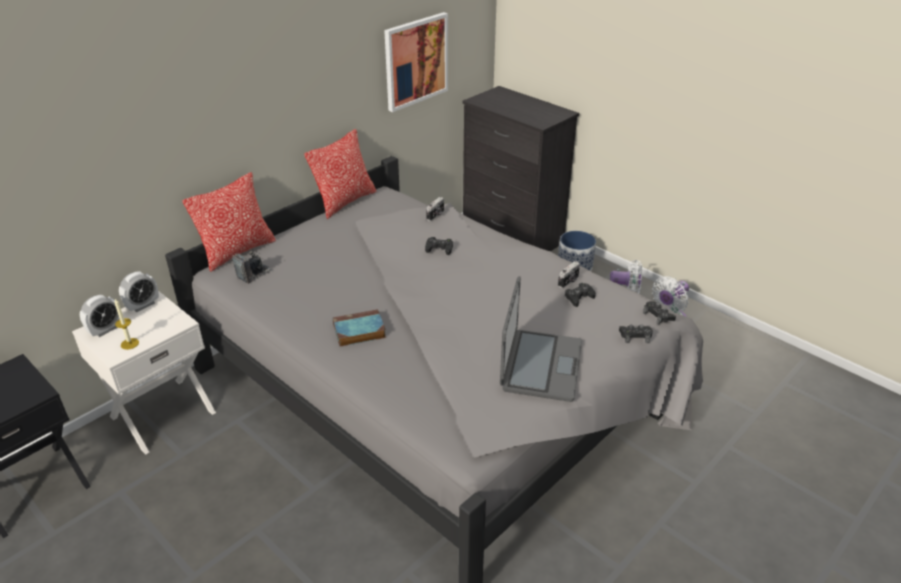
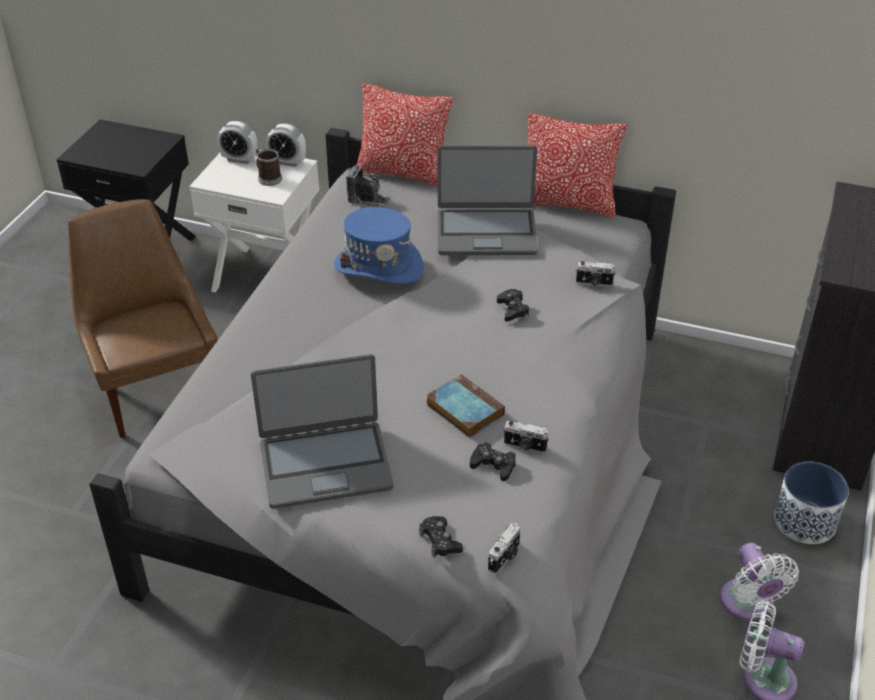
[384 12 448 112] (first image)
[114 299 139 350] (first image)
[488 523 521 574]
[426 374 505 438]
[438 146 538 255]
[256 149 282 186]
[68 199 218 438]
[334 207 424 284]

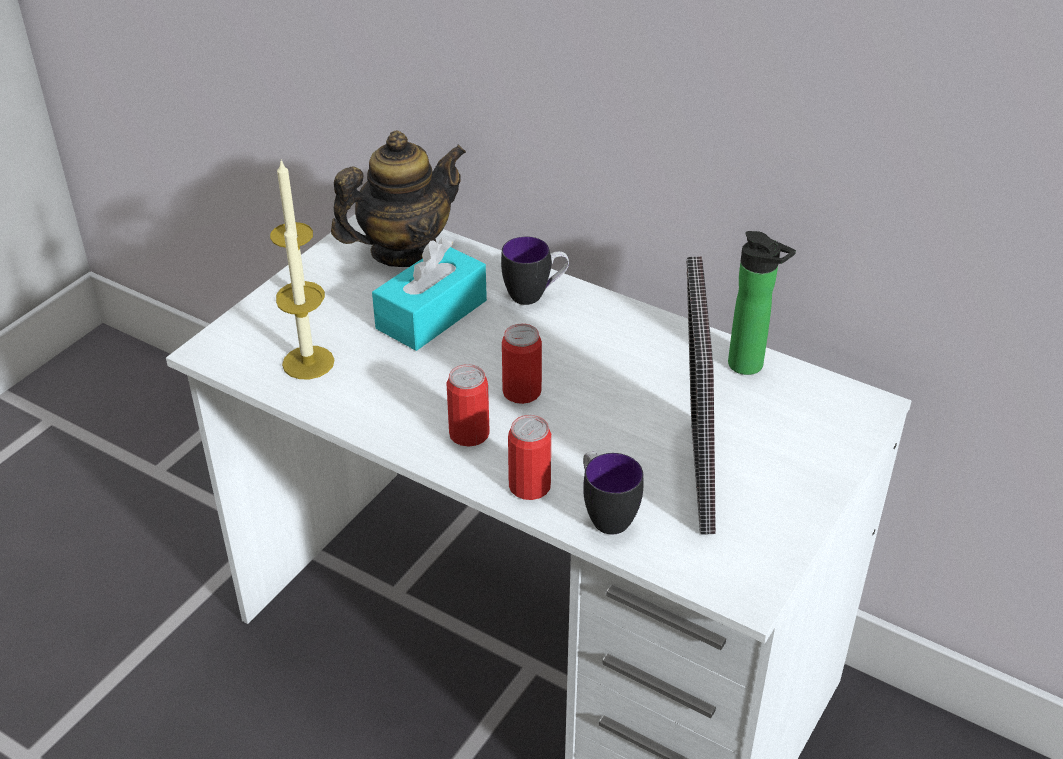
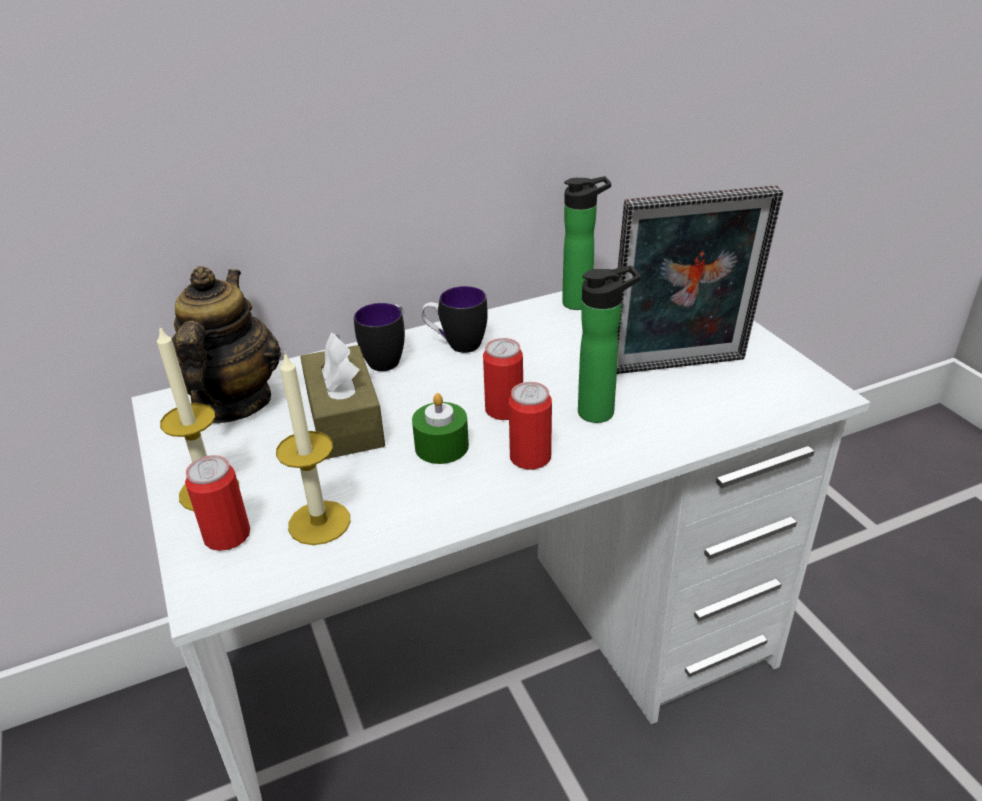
[300 333 385 459]
[617 185 783 374]
[185 455 250 551]
[421 286 488 353]
[578 265 640 423]
[412 393 469 464]

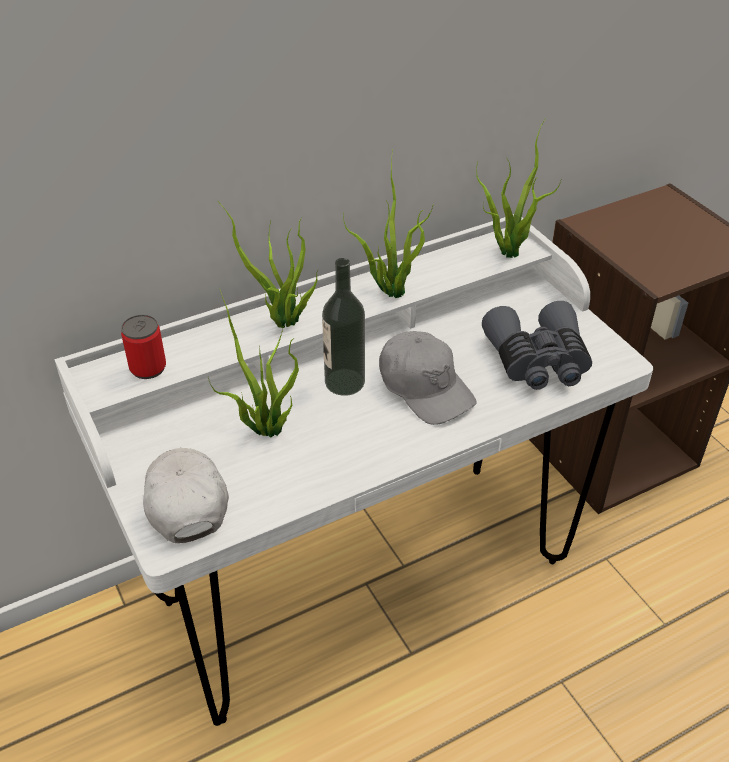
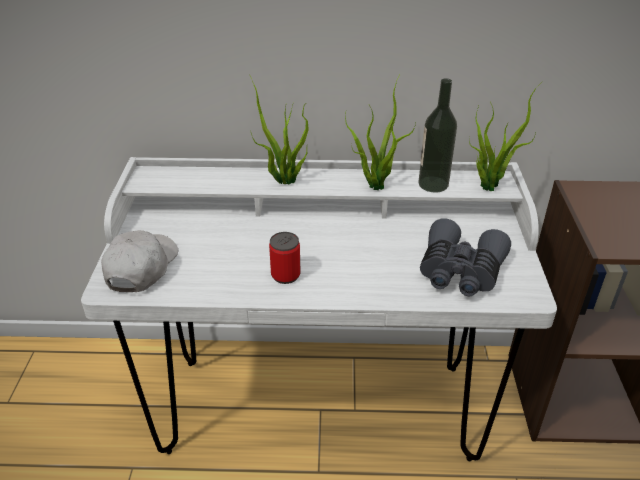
[418 78 457 192]
[208 290 299 438] (first image)
[269 232 301 284]
[379 331 476 425] (first image)

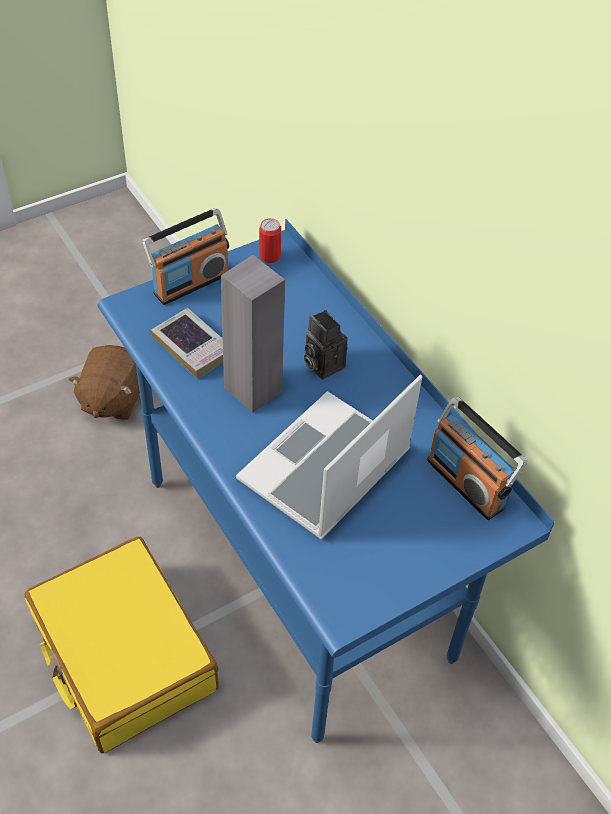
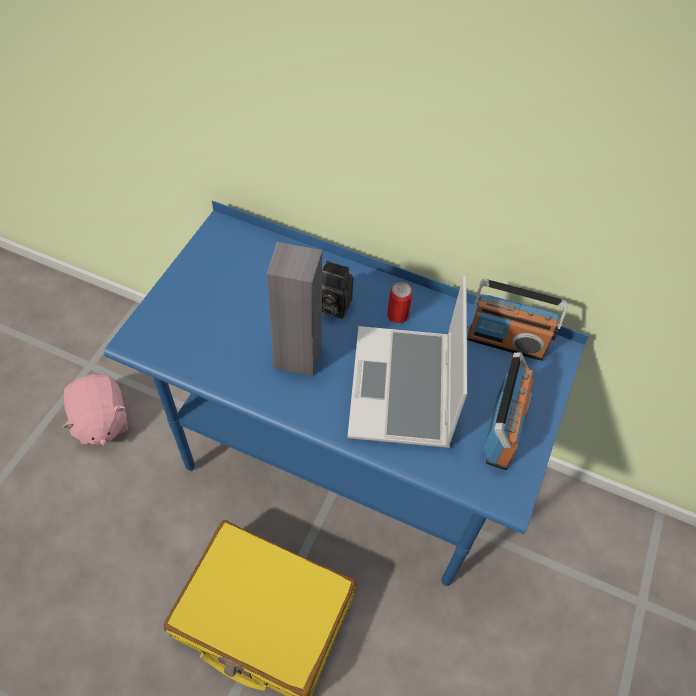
[483 352 534 470]
[387 282 412 323]
[151 308 223 379] (first image)
[63 374 128 445]

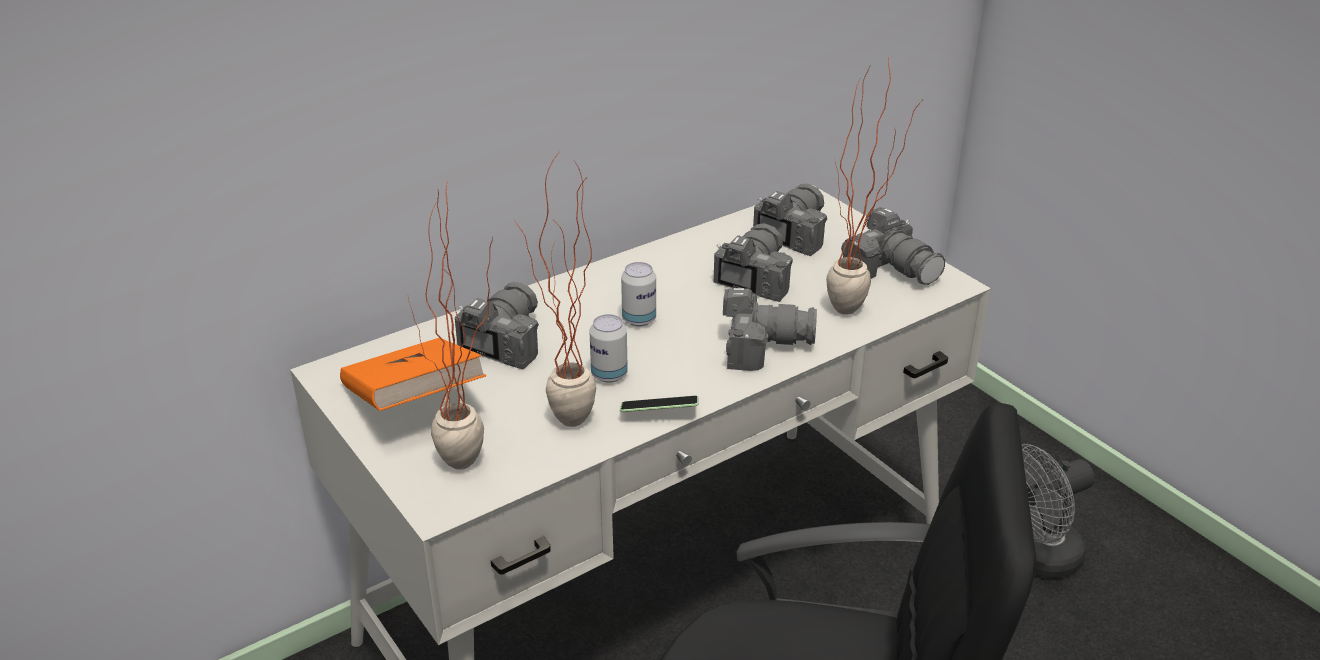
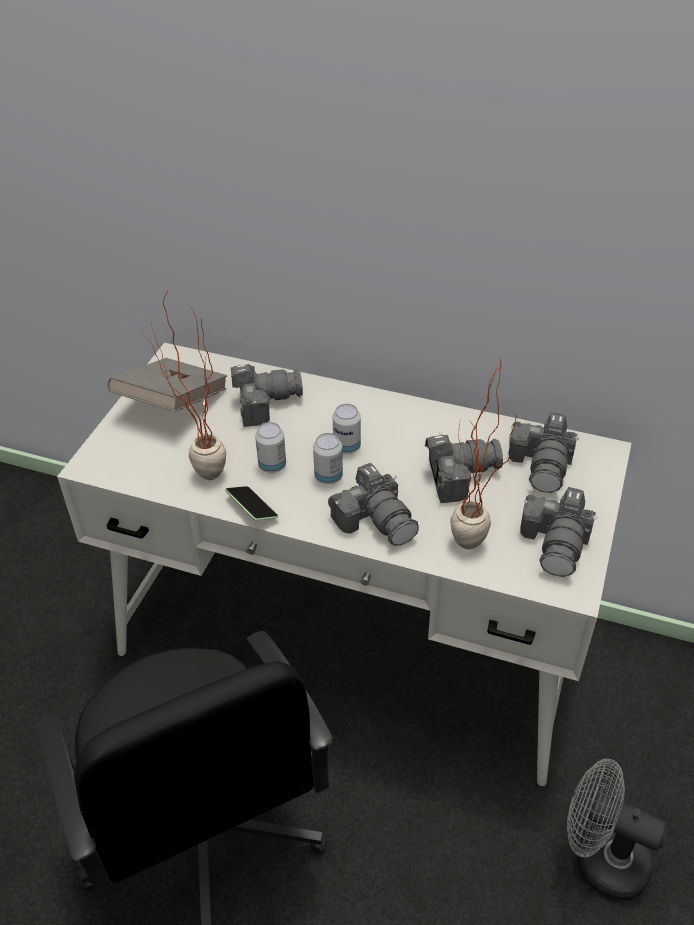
[408 180 493 470] (first image)
[509 412 579 493]
[108 358 228 412]
[313 433 343 484]

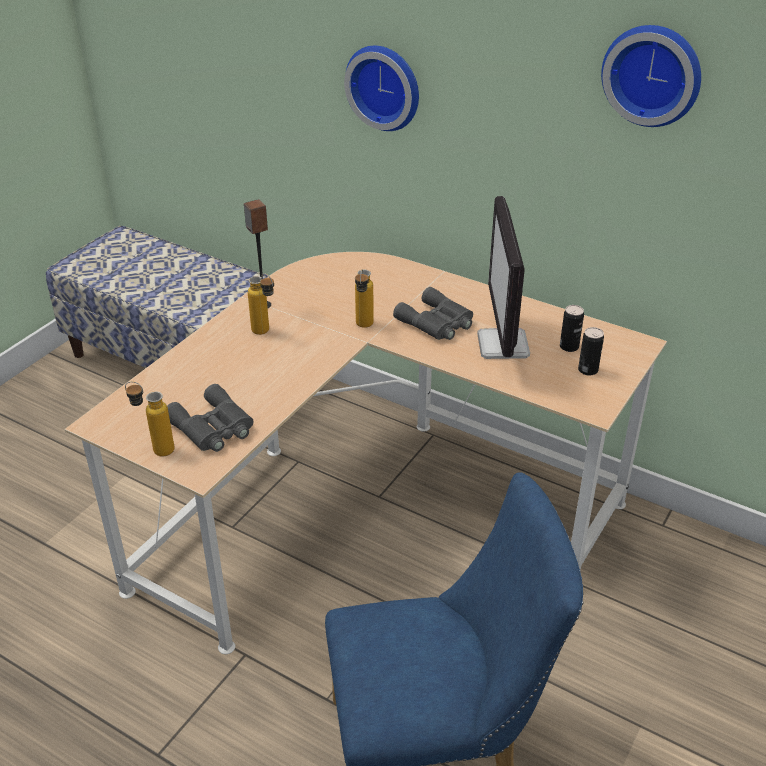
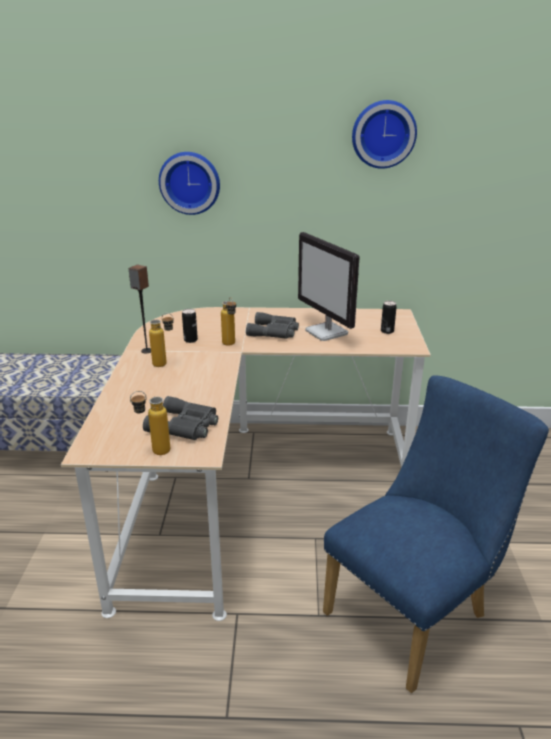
[182 309 198 343]

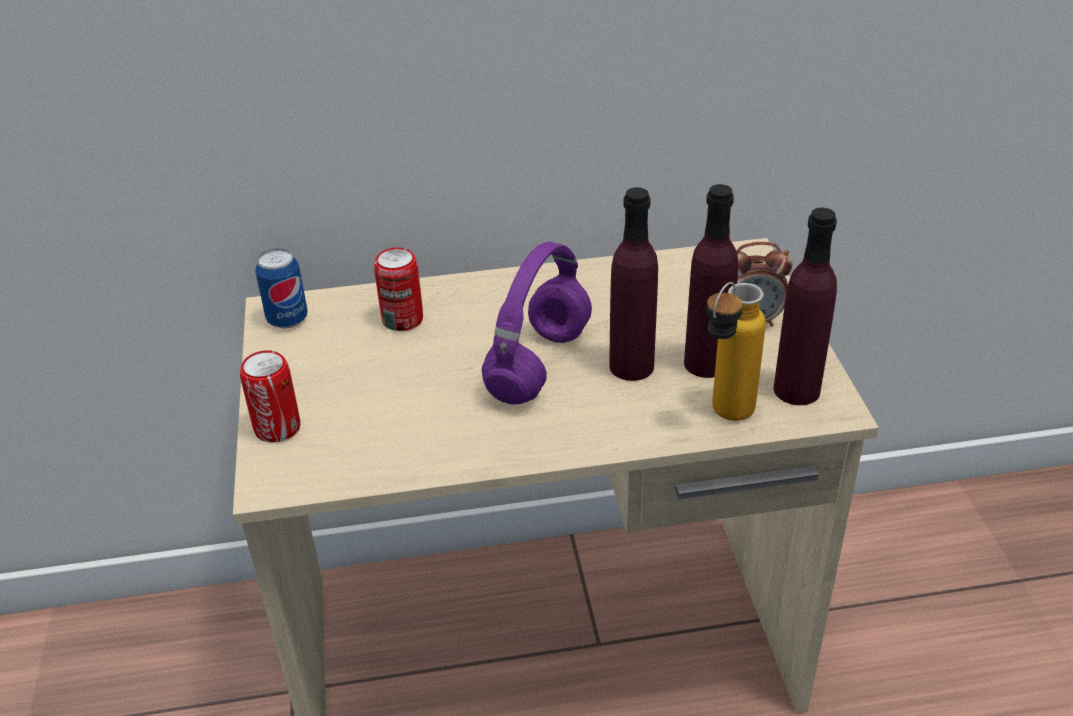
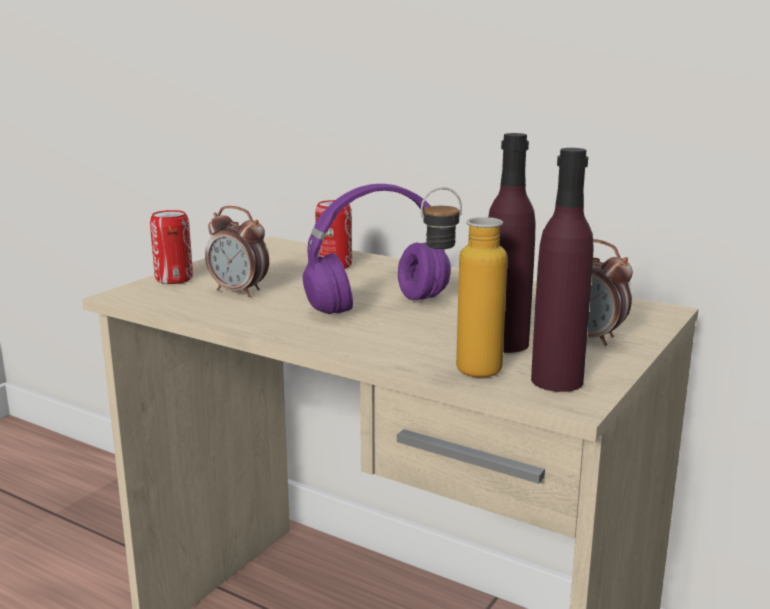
[609 187 658 381] (first image)
[255 248 308 329] (first image)
[205 206 269 297]

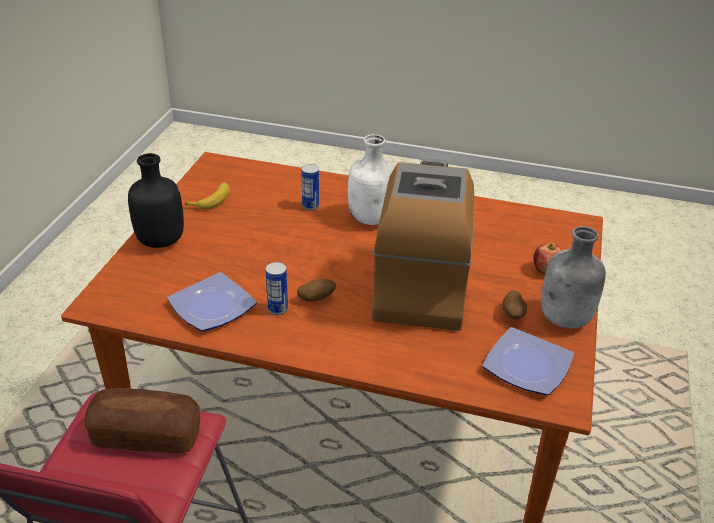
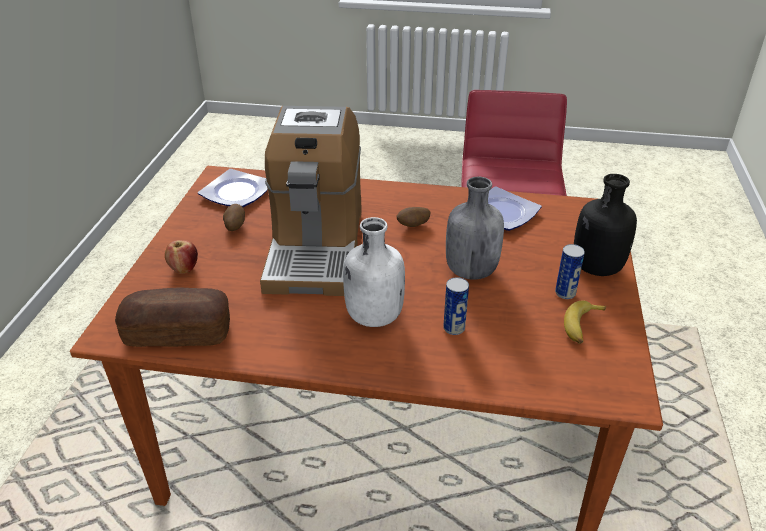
[446 177 504 280]
[555 244 585 299]
[115 288 230 347]

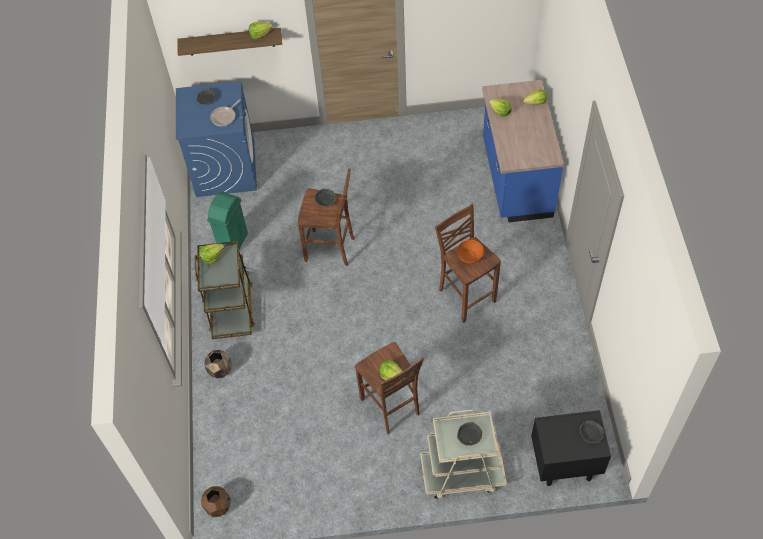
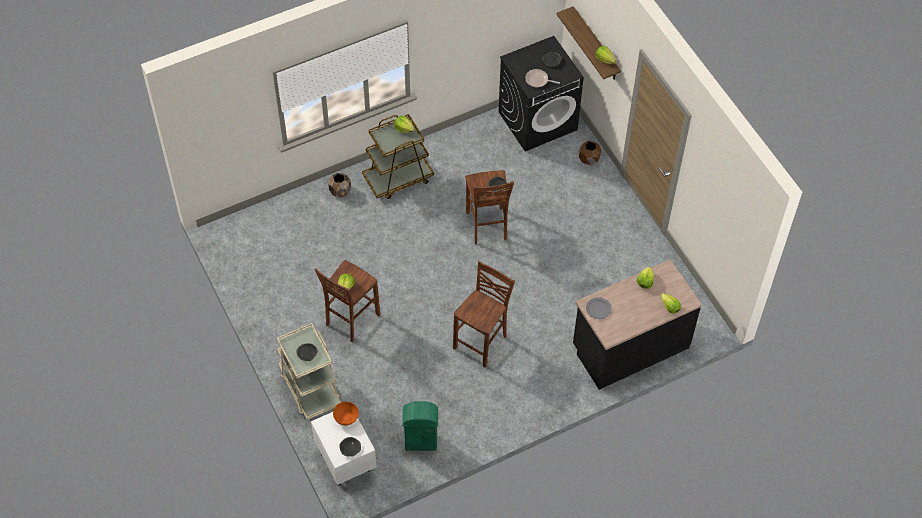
[573 259 702 390]
[498 36 584 151]
[402 401 438 451]
[333 402 359 425]
[311 412 376 485]
[579 141 601 165]
[586 297 612 319]

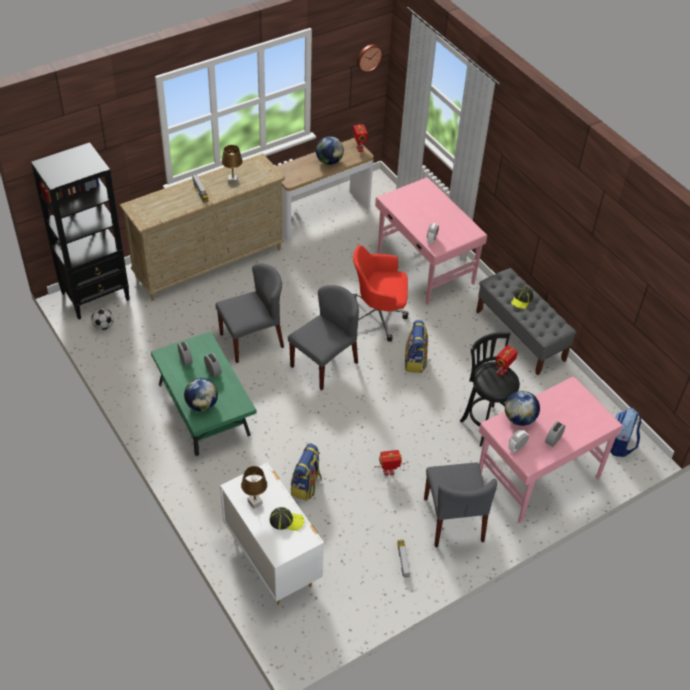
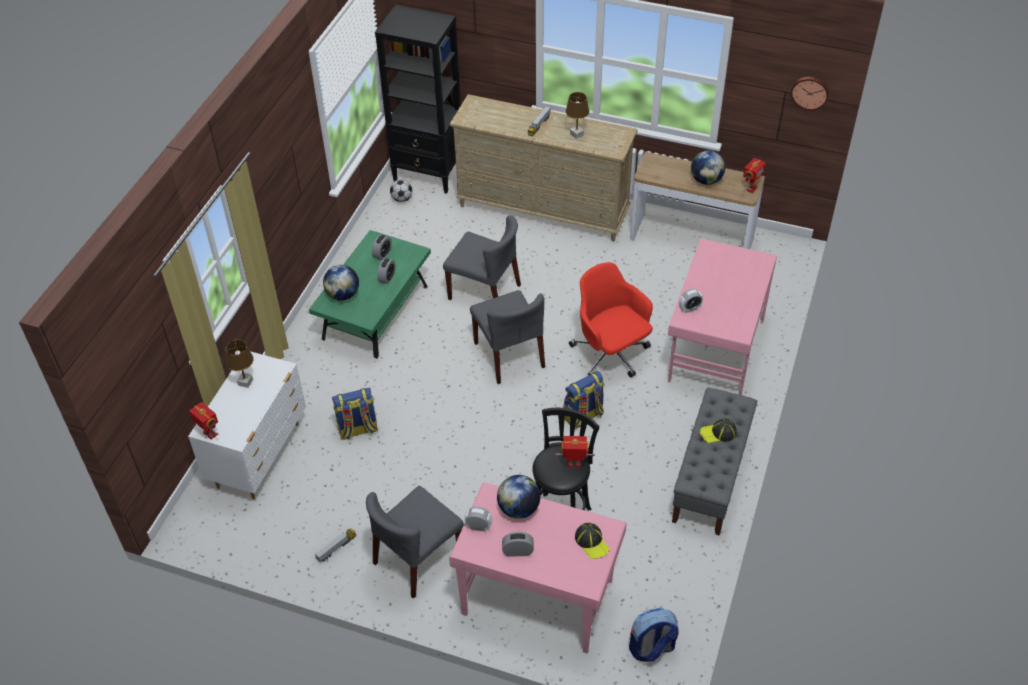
[470 290 545 384]
[189 402 218 439]
[575 523 609 559]

